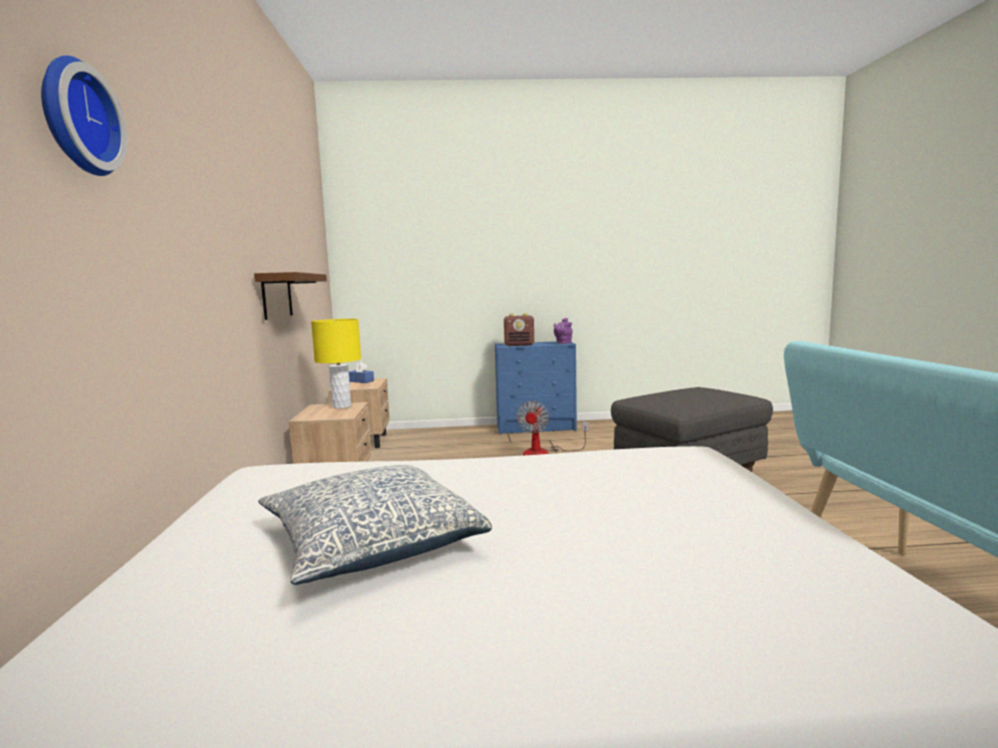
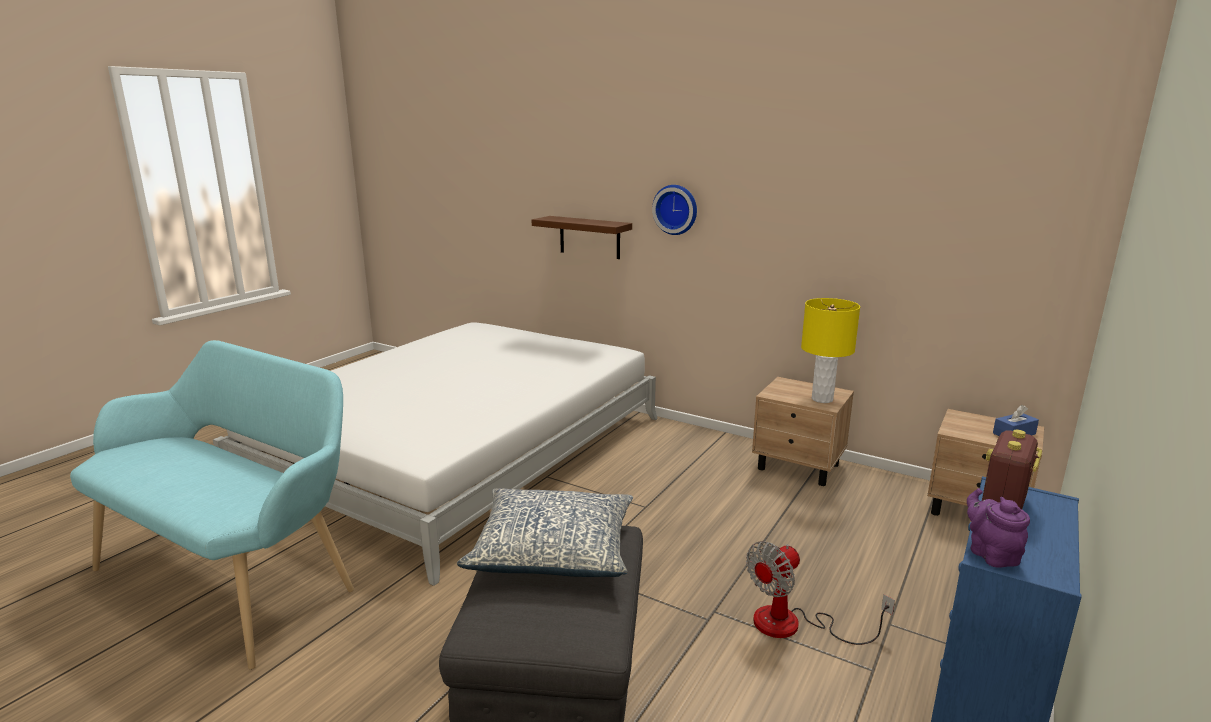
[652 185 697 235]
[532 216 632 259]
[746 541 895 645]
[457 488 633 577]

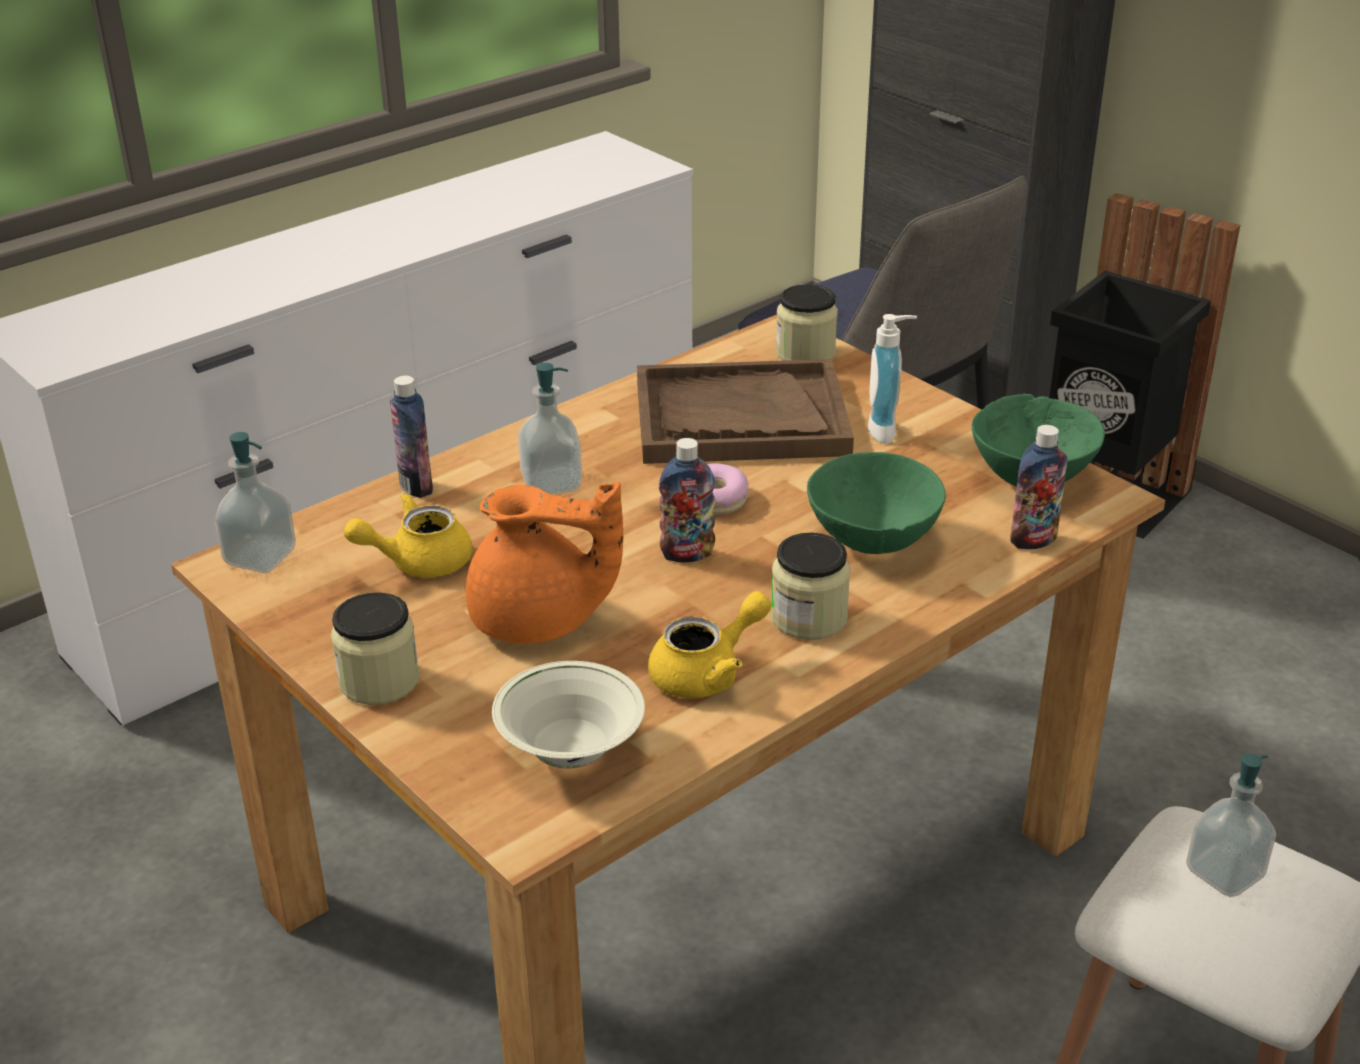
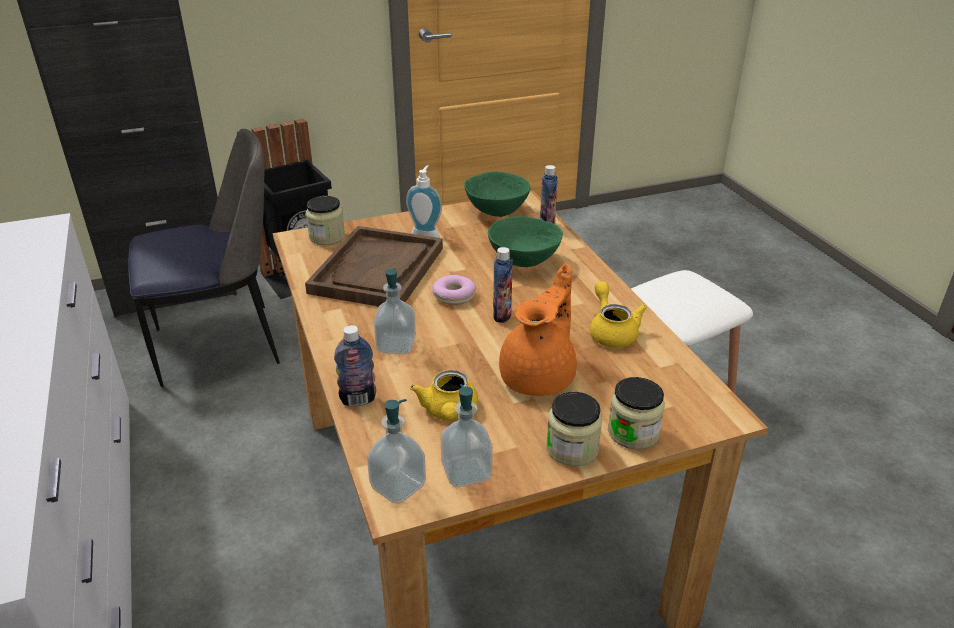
[608 377 665 450]
[492 661 645 768] (first image)
[441 384 493 487]

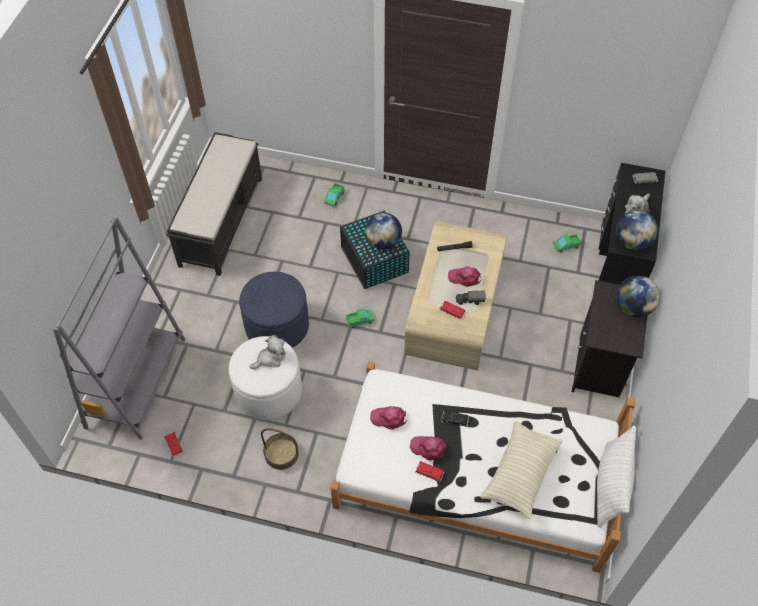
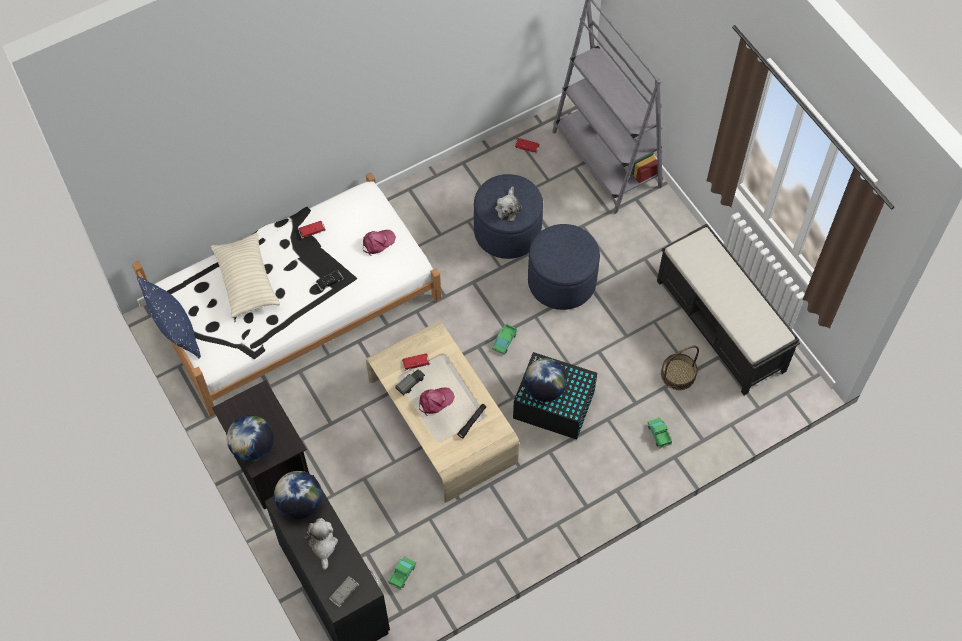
[474 174 543 259]
[137 276 201 359]
[661 346 699 390]
[410 436 447 461] (first image)

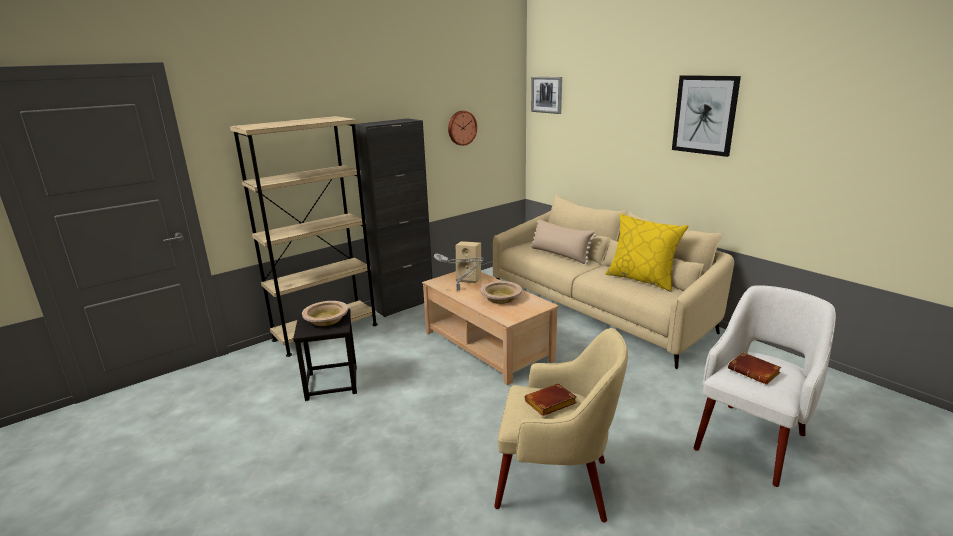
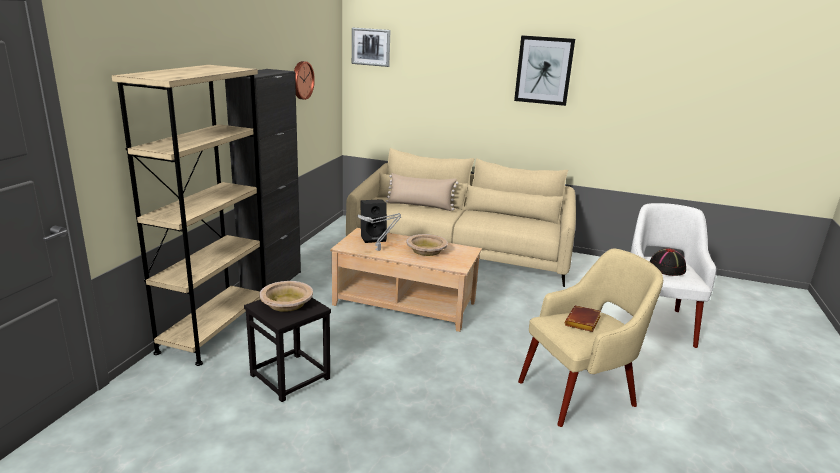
[606 214 688 292] (first image)
[360 199 387 243]
[650 248 686 276]

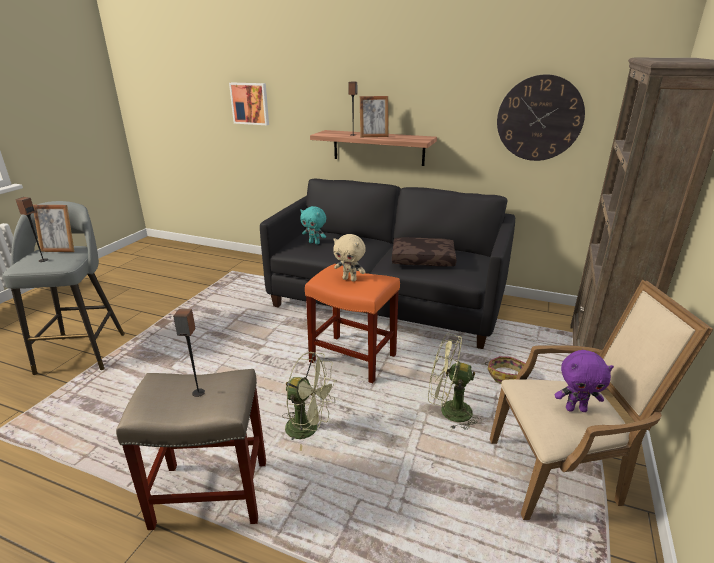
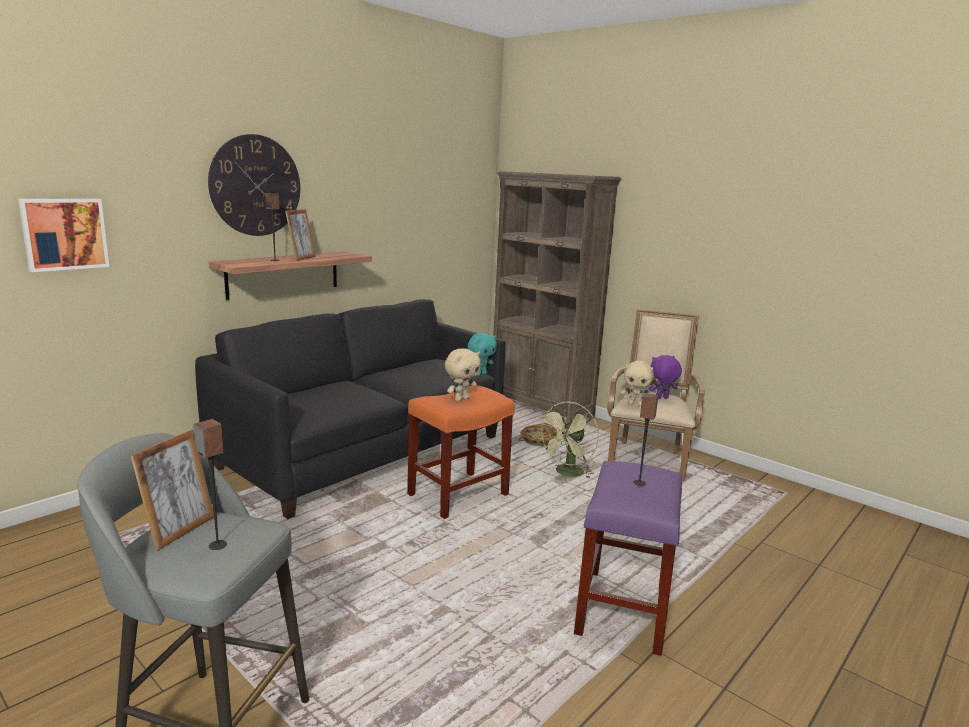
[208 134 300 236]
[467 333 497 376]
[392 237 456 266] (first image)
[649 355 682 399]
[282 352 337 451] (first image)
[574 461 682 656]
[620 361 654 407]

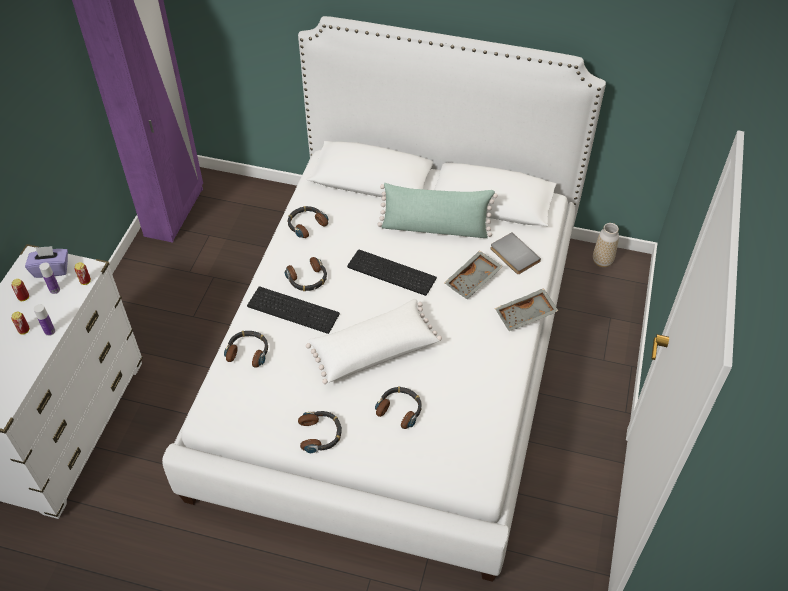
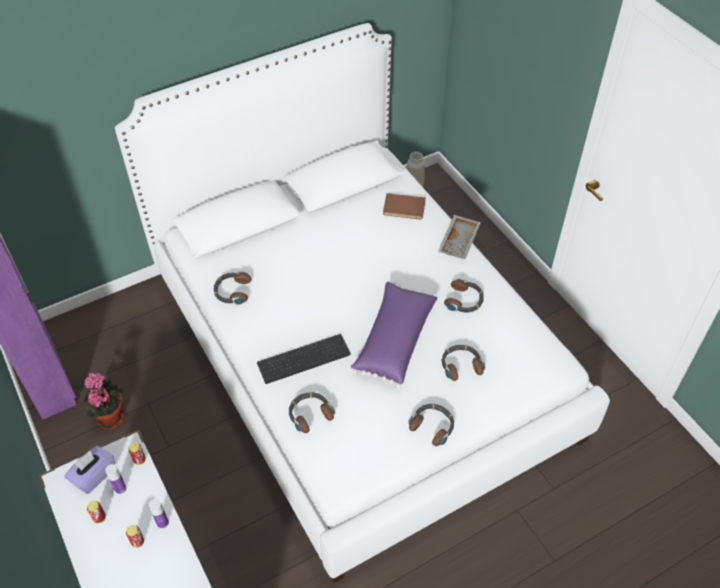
[377 183 498 238] (first image)
[383 193 426 219]
[347 249 437 296] (first image)
[444 250 503 299] (first image)
[444 279 484 312]
[351 281 437 389]
[83 372 125 429]

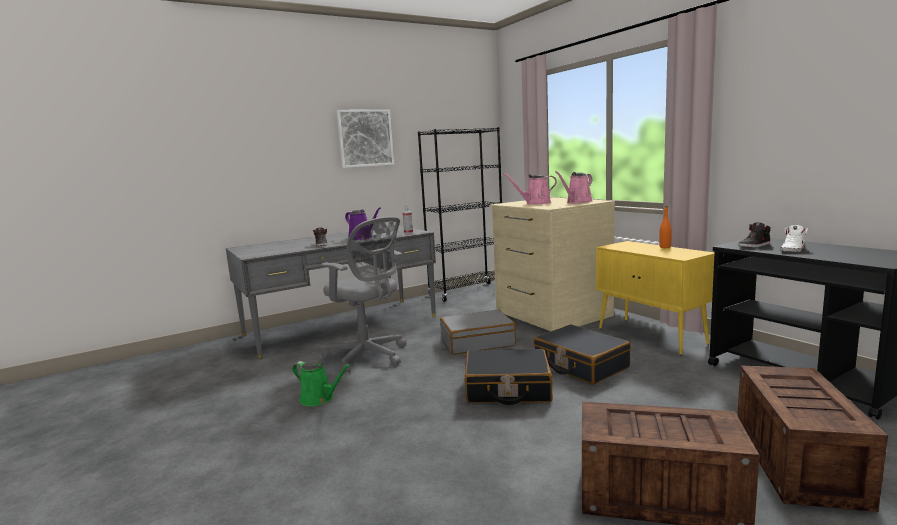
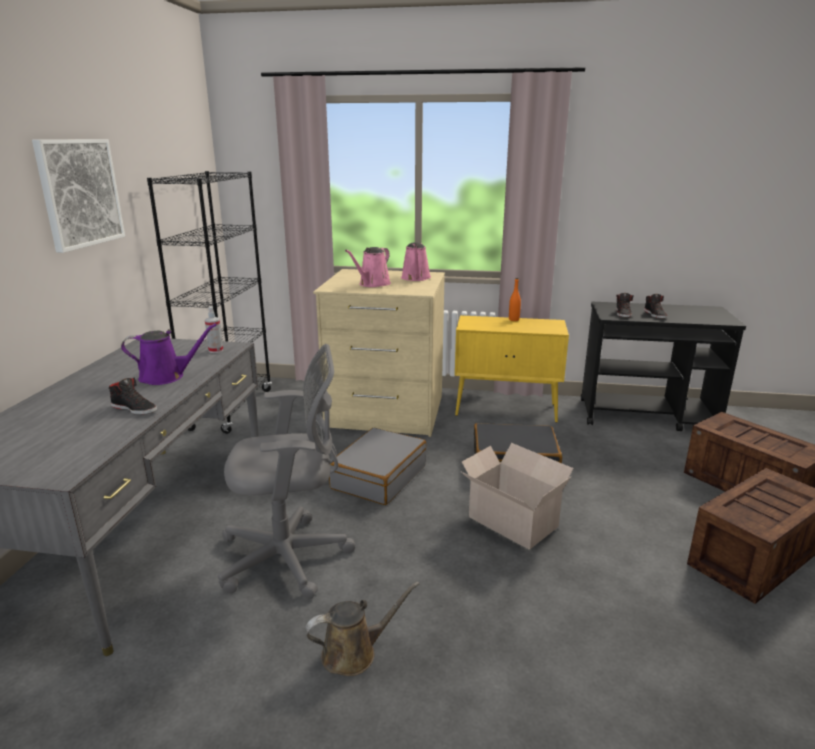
[644 294 667 318]
[460 443 574 550]
[305 582 420 676]

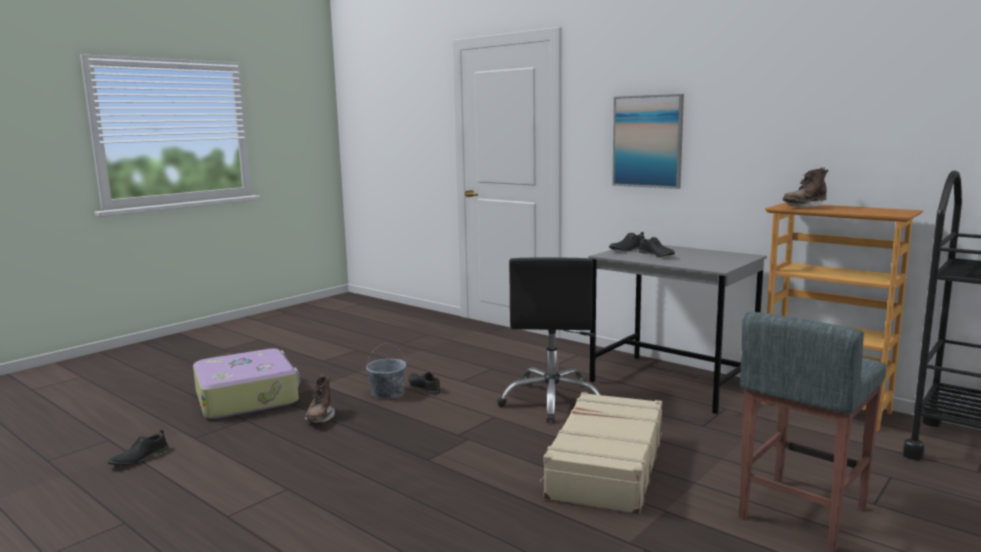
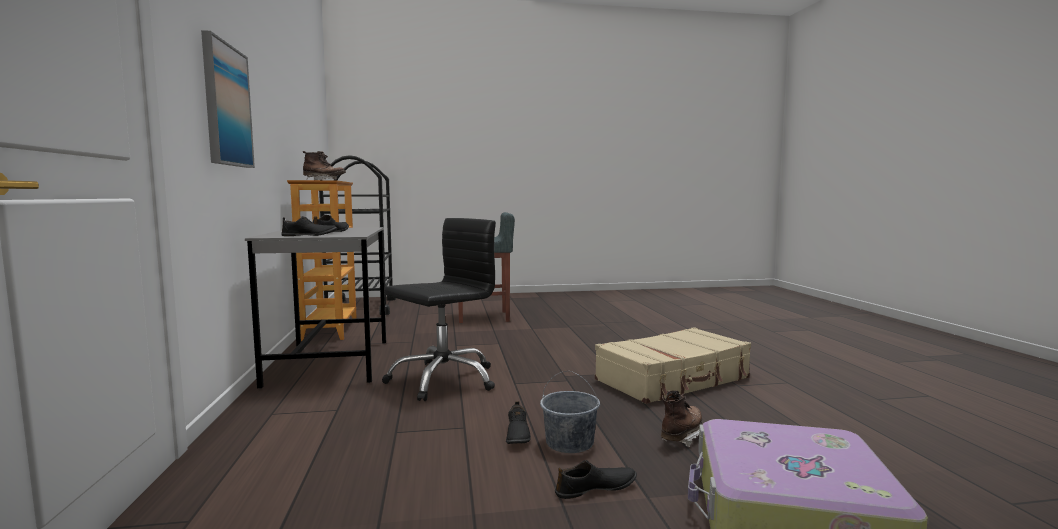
[595 327 751 404]
[555 460 637 499]

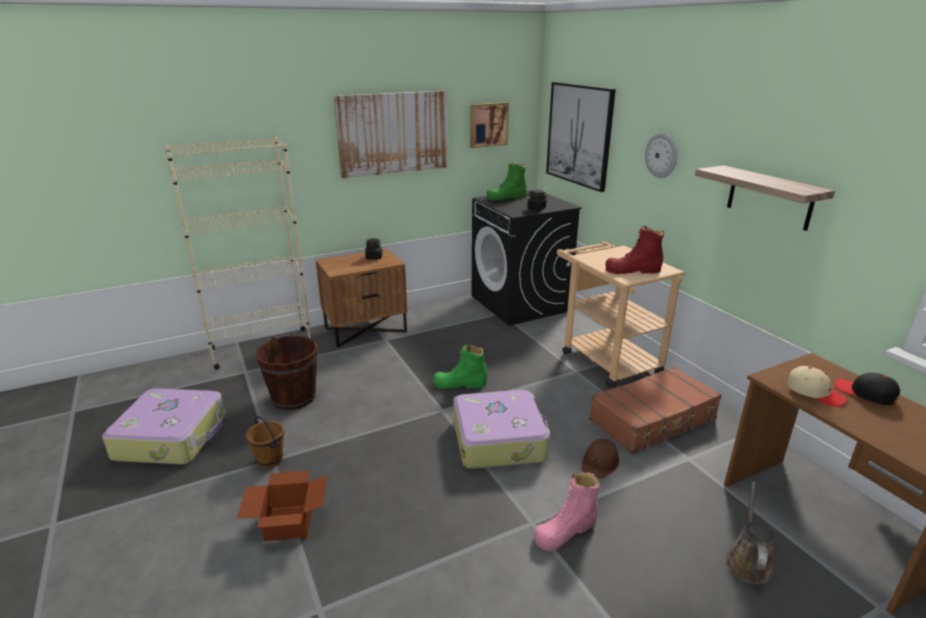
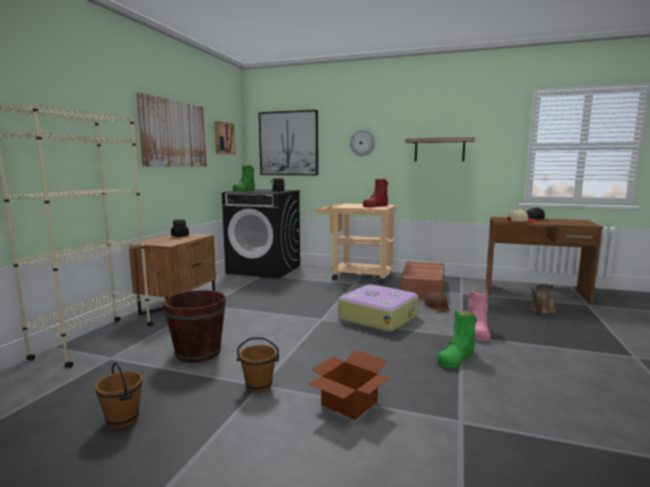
[437 310 477 368]
[95 362 143 429]
[530 284 556 314]

